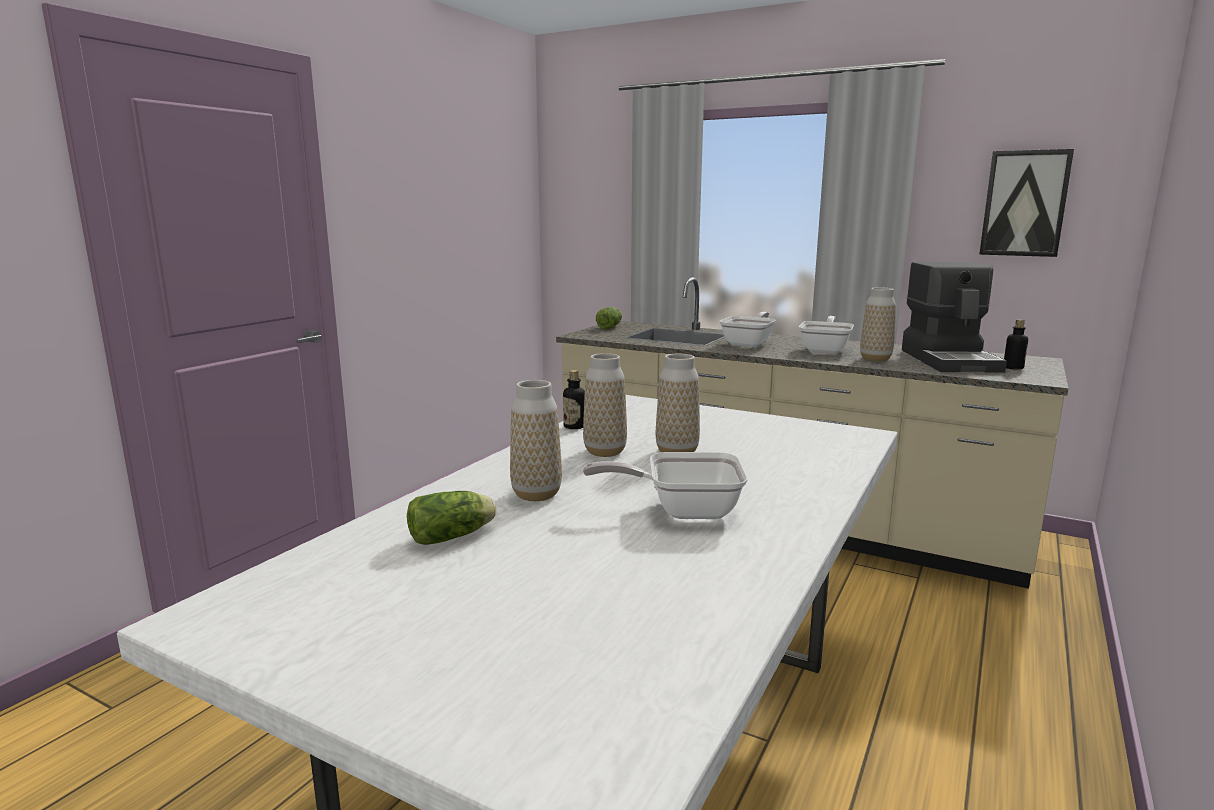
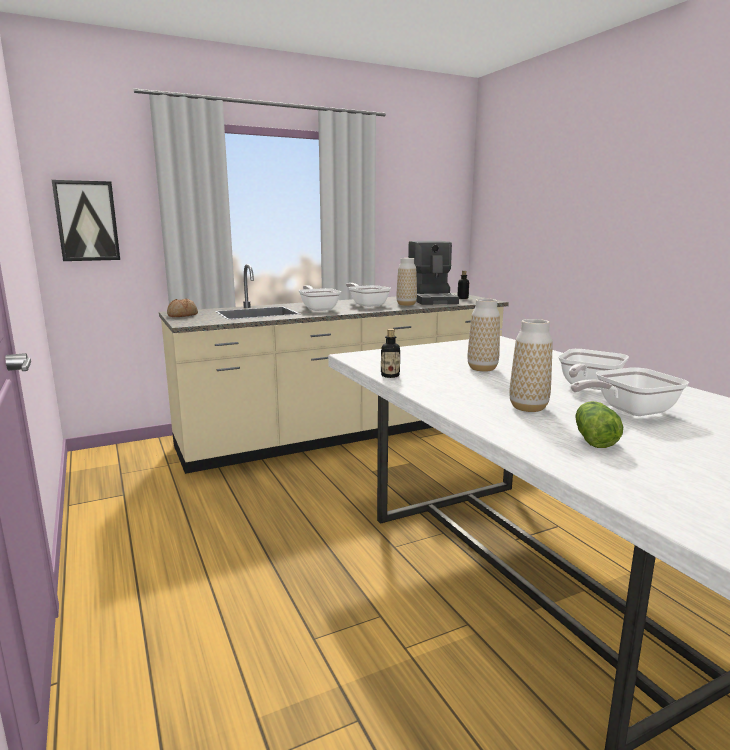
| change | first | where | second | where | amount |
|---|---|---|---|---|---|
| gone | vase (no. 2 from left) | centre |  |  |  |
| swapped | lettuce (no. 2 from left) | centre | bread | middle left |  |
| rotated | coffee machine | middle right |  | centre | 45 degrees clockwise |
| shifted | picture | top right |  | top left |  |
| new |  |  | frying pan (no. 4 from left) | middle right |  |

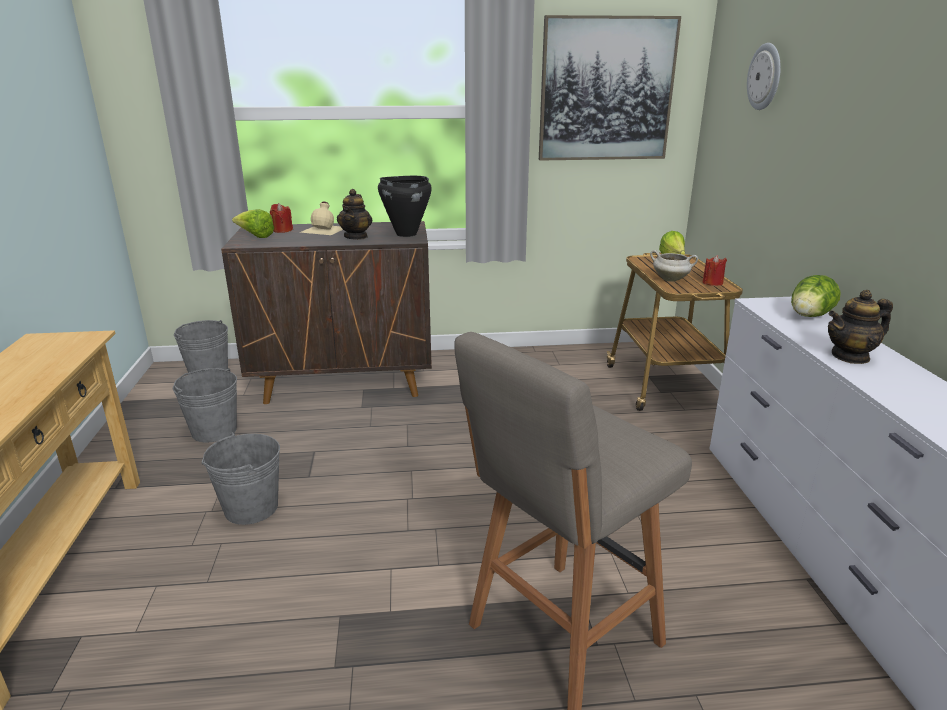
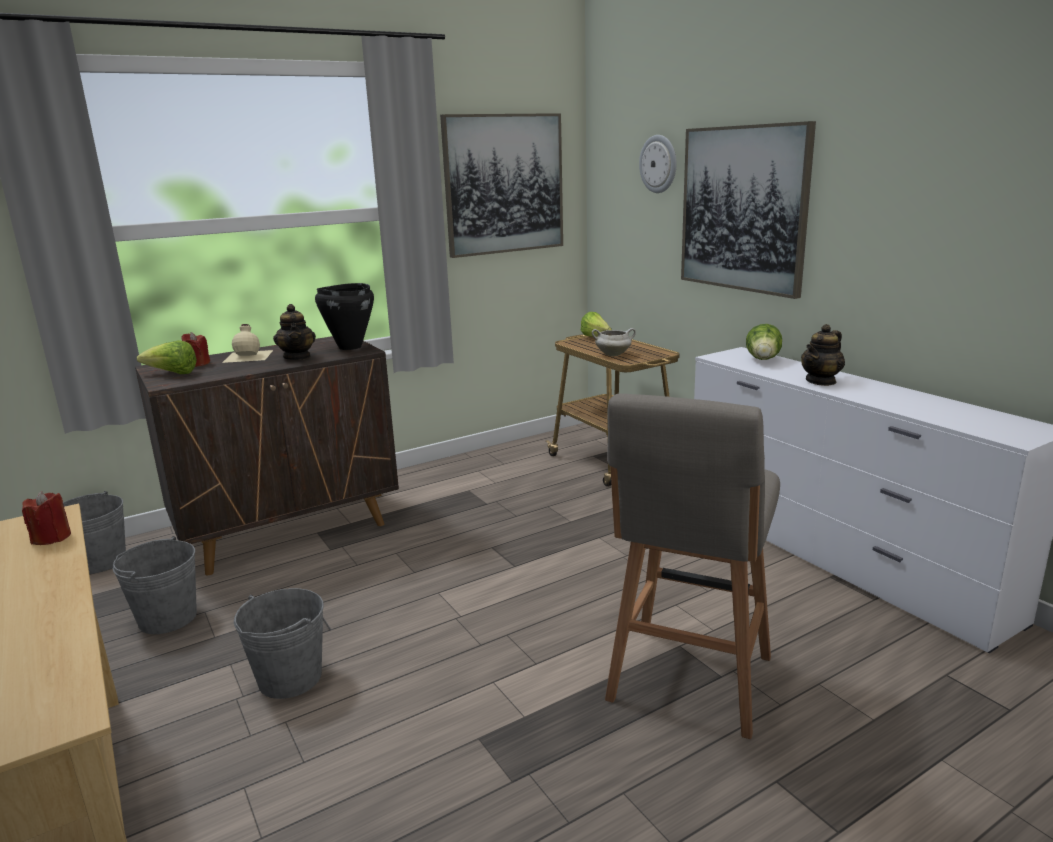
| change | first | where | second | where | amount |
|---|---|---|---|---|---|
| shifted | candle (red) (no. 2 from left in the first image) | middle right | candle (red) (no. 1 from left) | middle left |  |
| new |  |  | picture (no. 2 from left) | top right |  |

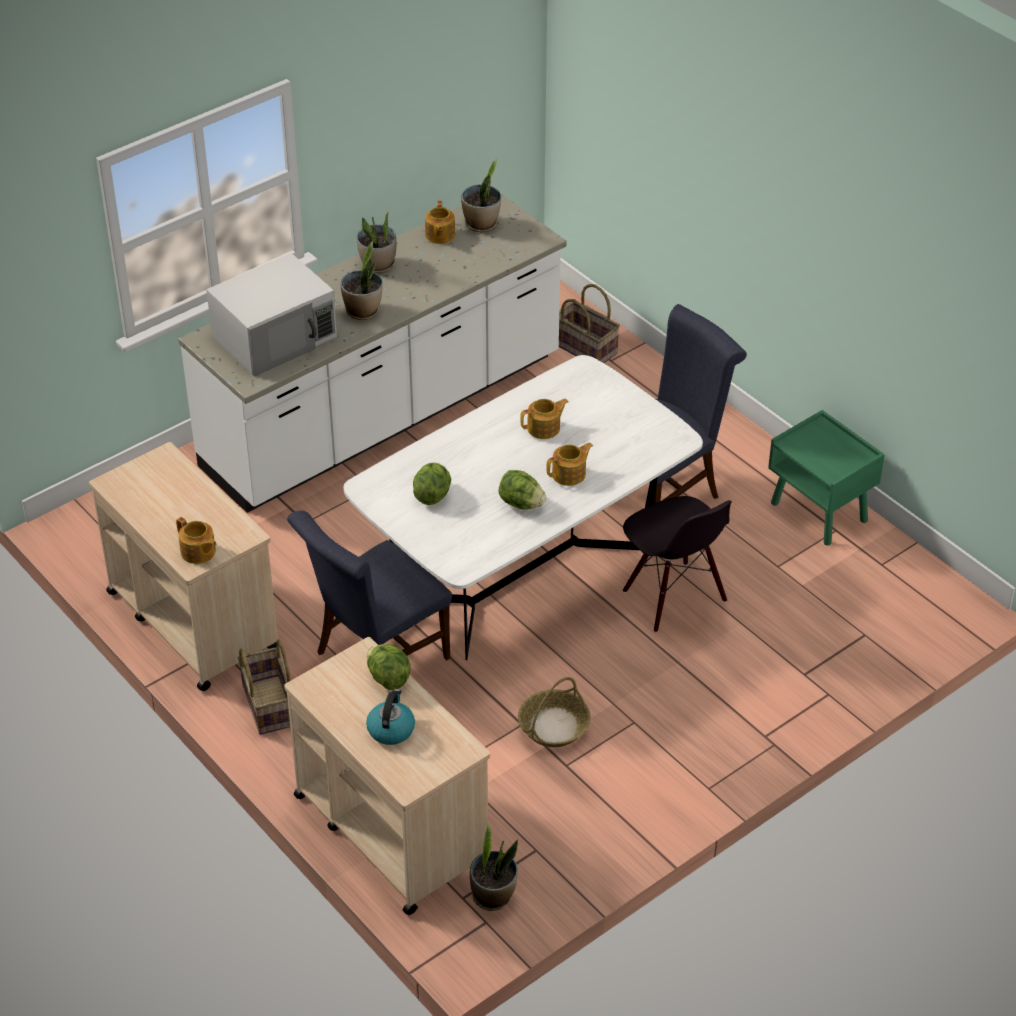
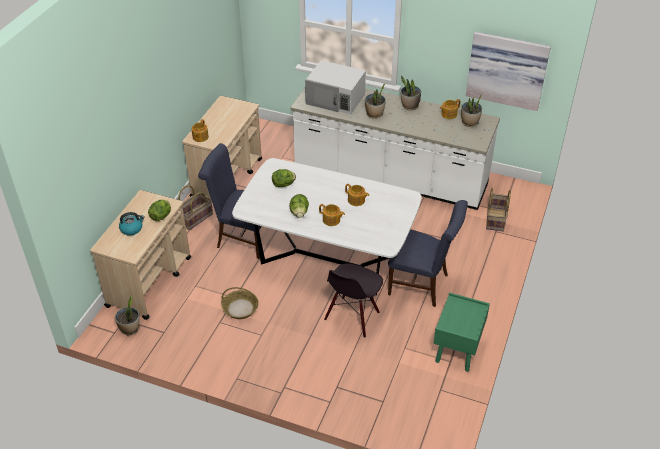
| change | first | where | second | where | amount |
|---|---|---|---|---|---|
| new |  |  | picture | top right |  |

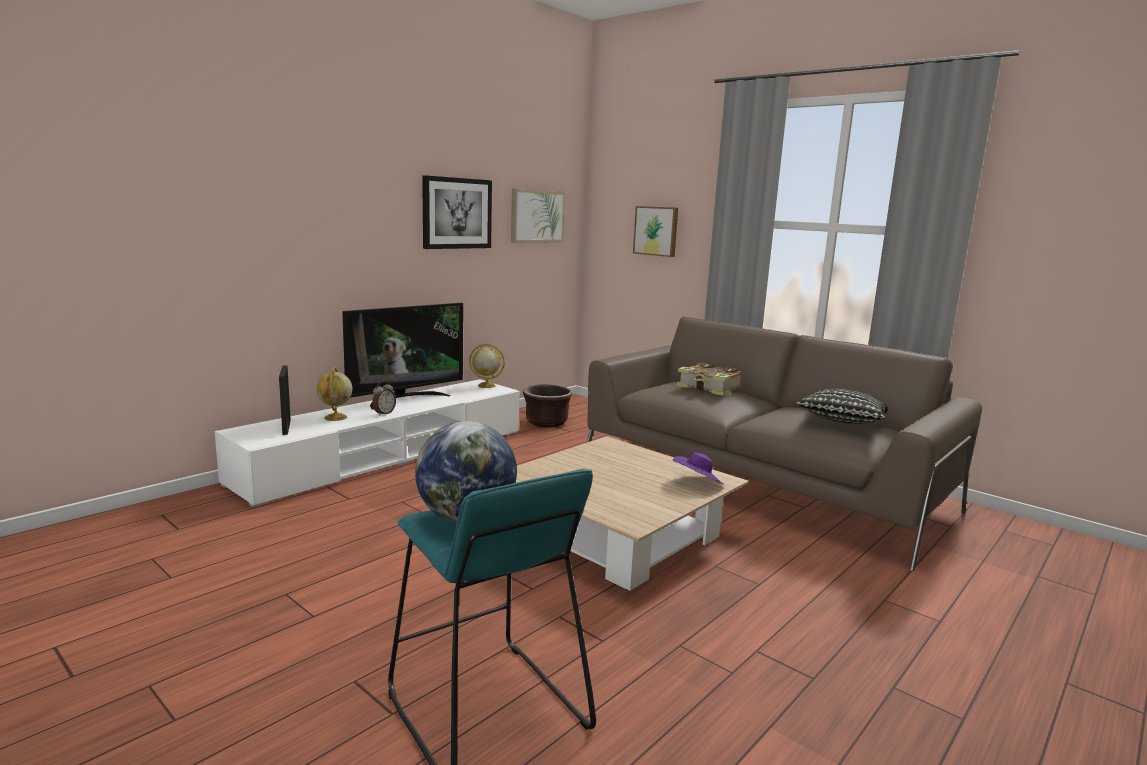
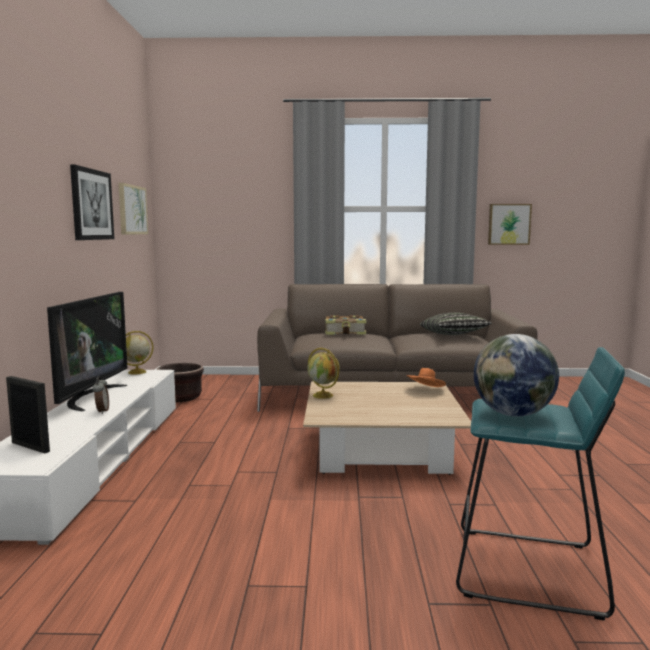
| change | first | where | second | where | amount |
|---|---|---|---|---|---|
| shifted | globe (no. 1 from left in the first image) | middle left | globe (no. 2 from left) | centre |  |
| shifted | picture (no. 3 from left) | top centre |  | middle right |  |
| repainted | hat (purple) | centre | hat (orange) | centre |  |

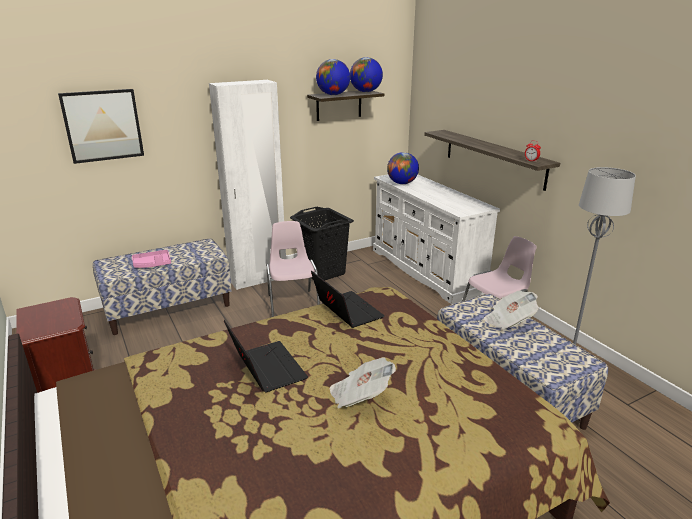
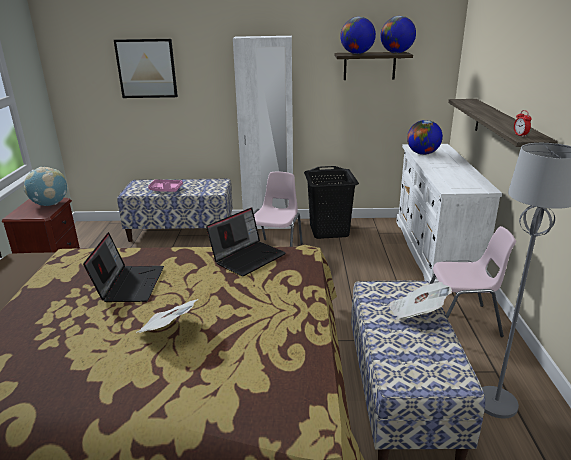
| change | first | where | second | where | amount |
|---|---|---|---|---|---|
| rotated | laptop (no. 2 from left) | centre |  | centre | 45 degrees clockwise |
| new |  |  | globe (no. 1 from left) | middle left |  |

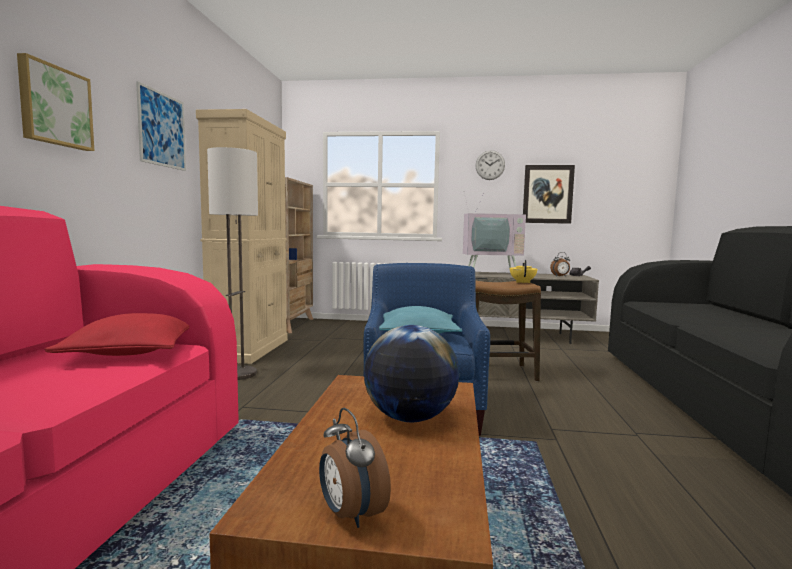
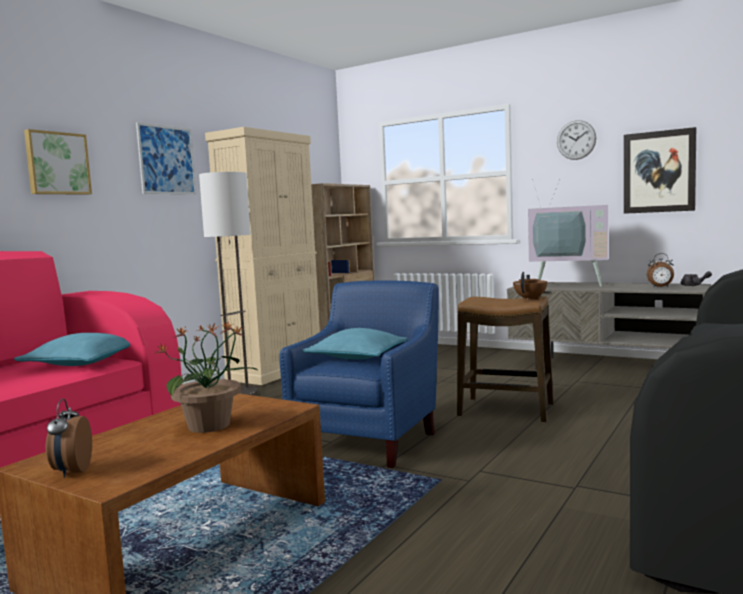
| change | first | where | second | where | amount |
|---|---|---|---|---|---|
| repainted | pillow (red) | middle left | pillow (turquoise) (no. 1 from left) | middle left |  |
| swapped | globe | centre | potted plant | middle left |  |
| repainted | teapot (yellow) | centre | teapot (brown) | middle right |  |

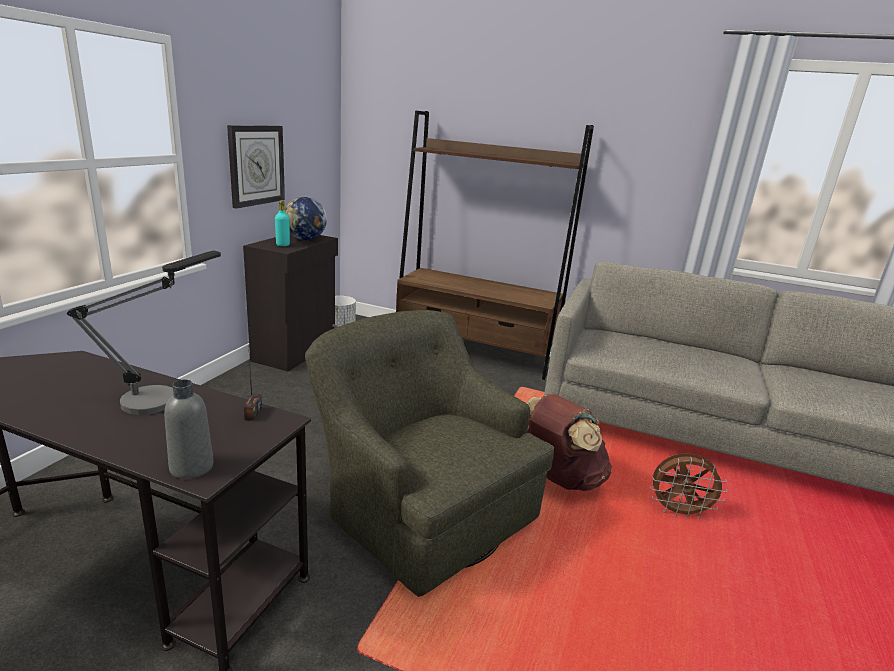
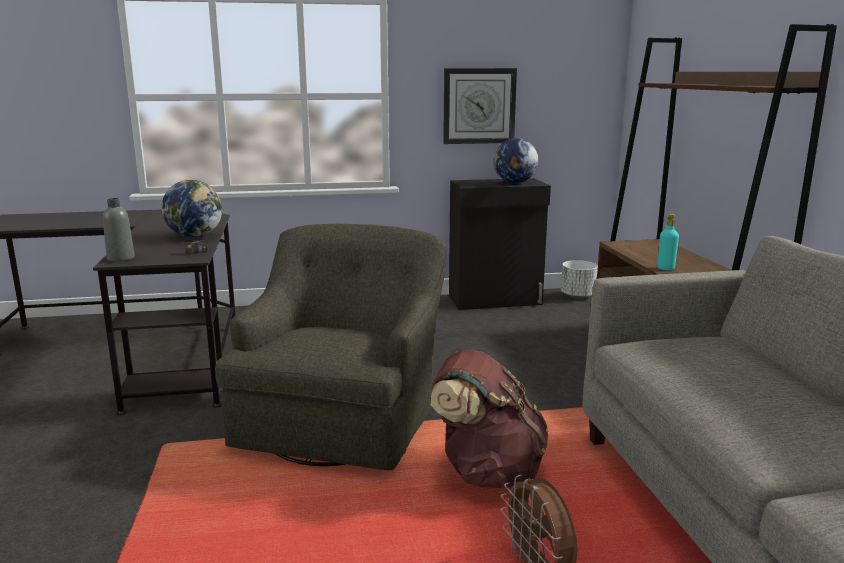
| change | first | where | second | where | amount |
|---|---|---|---|---|---|
| swapped | table lamp | middle left | globe (no. 1 from left) | middle left |  |
| shifted | bottle (turquoise) | top left |  | middle right |  |

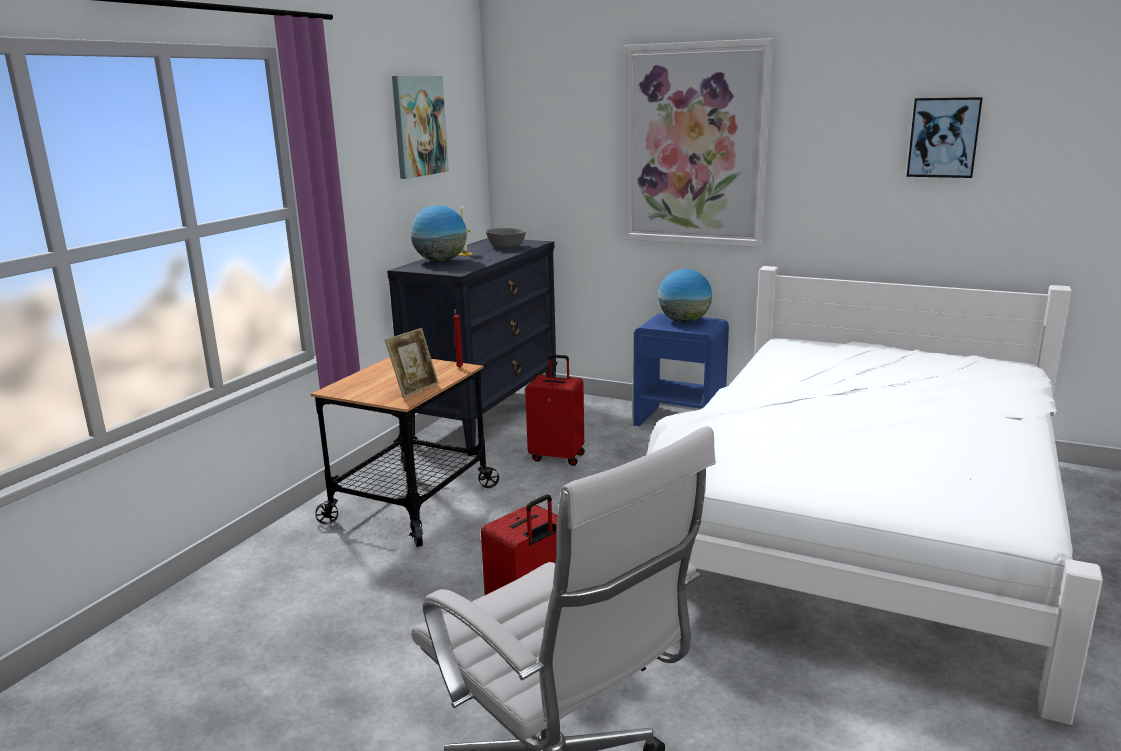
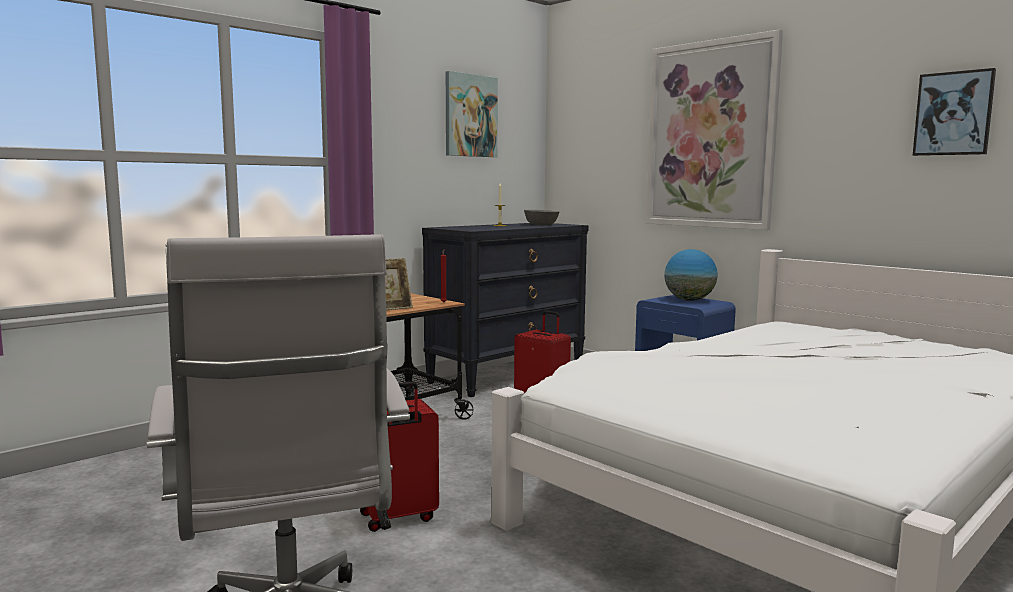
| change | first | where | second | where | amount |
|---|---|---|---|---|---|
| gone | globe (no. 1 from left) | top centre |  |  |  |

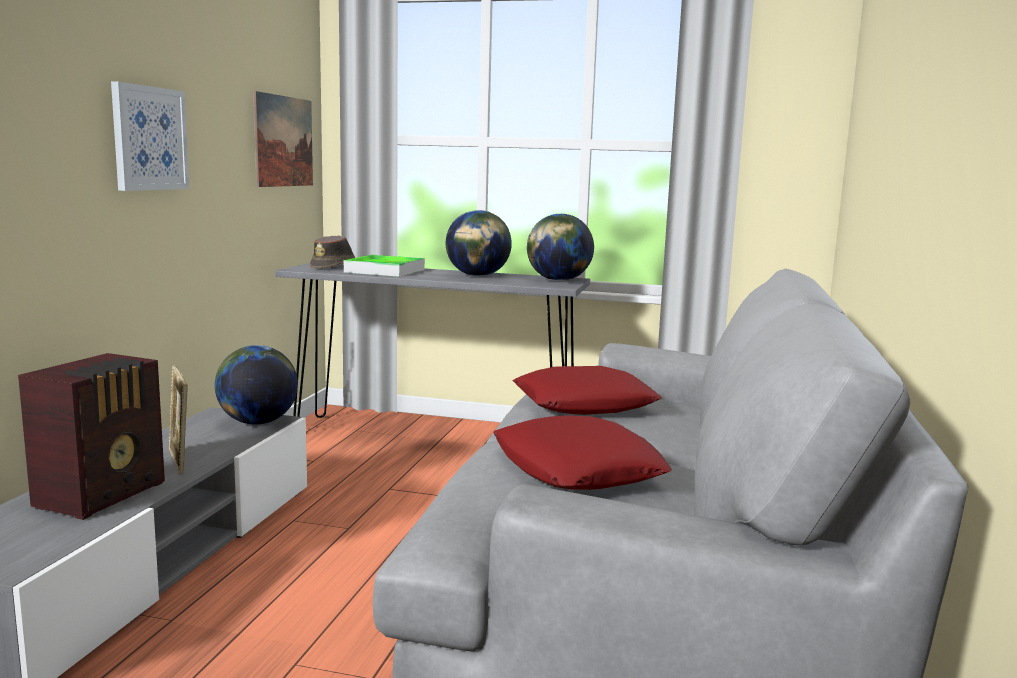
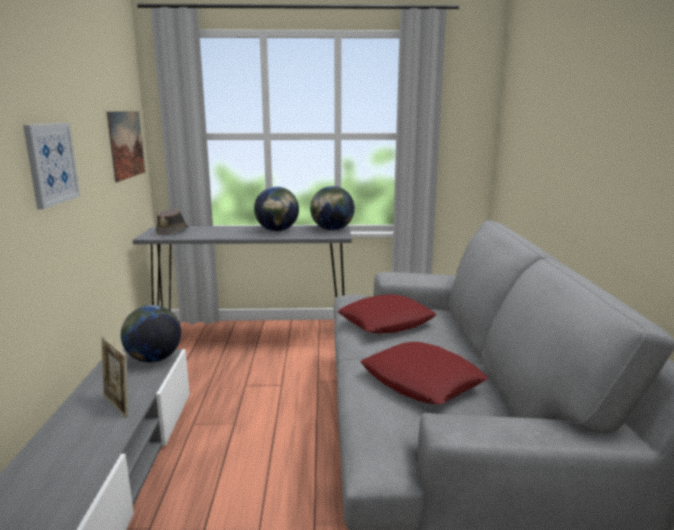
| change | first | where | second | where | amount |
|---|---|---|---|---|---|
| gone | radio | middle left |  |  |  |
| gone | tray | centre |  |  |  |

